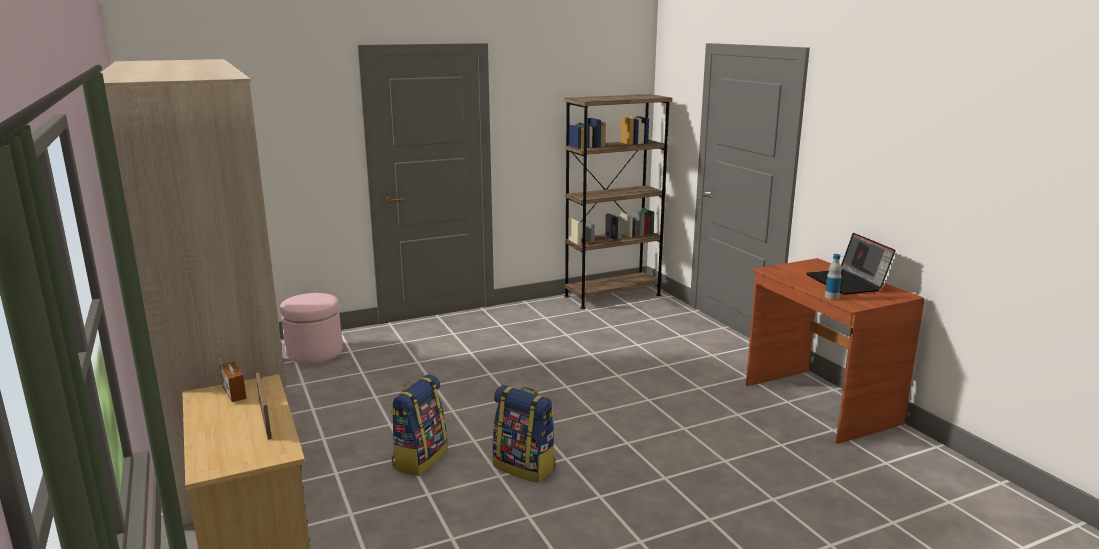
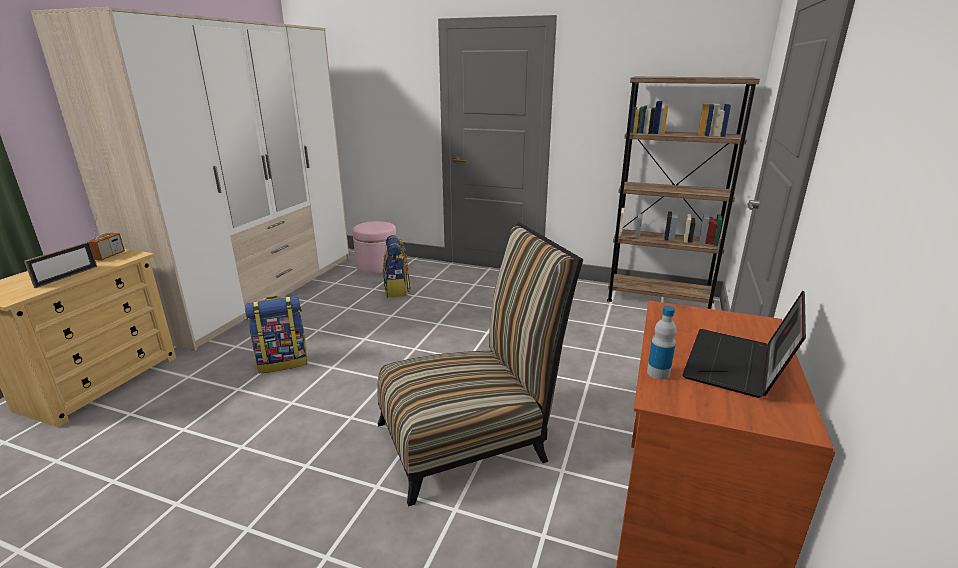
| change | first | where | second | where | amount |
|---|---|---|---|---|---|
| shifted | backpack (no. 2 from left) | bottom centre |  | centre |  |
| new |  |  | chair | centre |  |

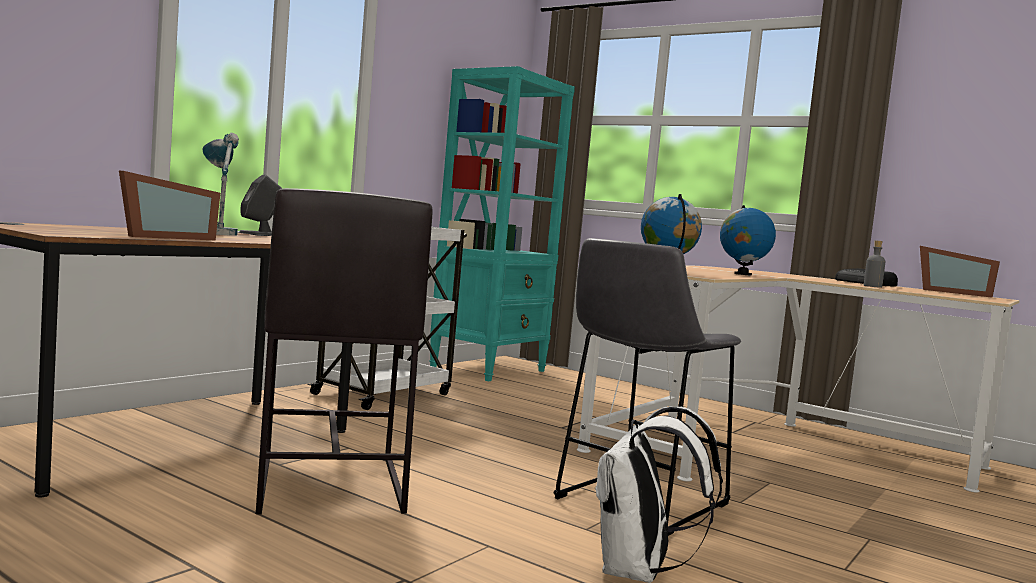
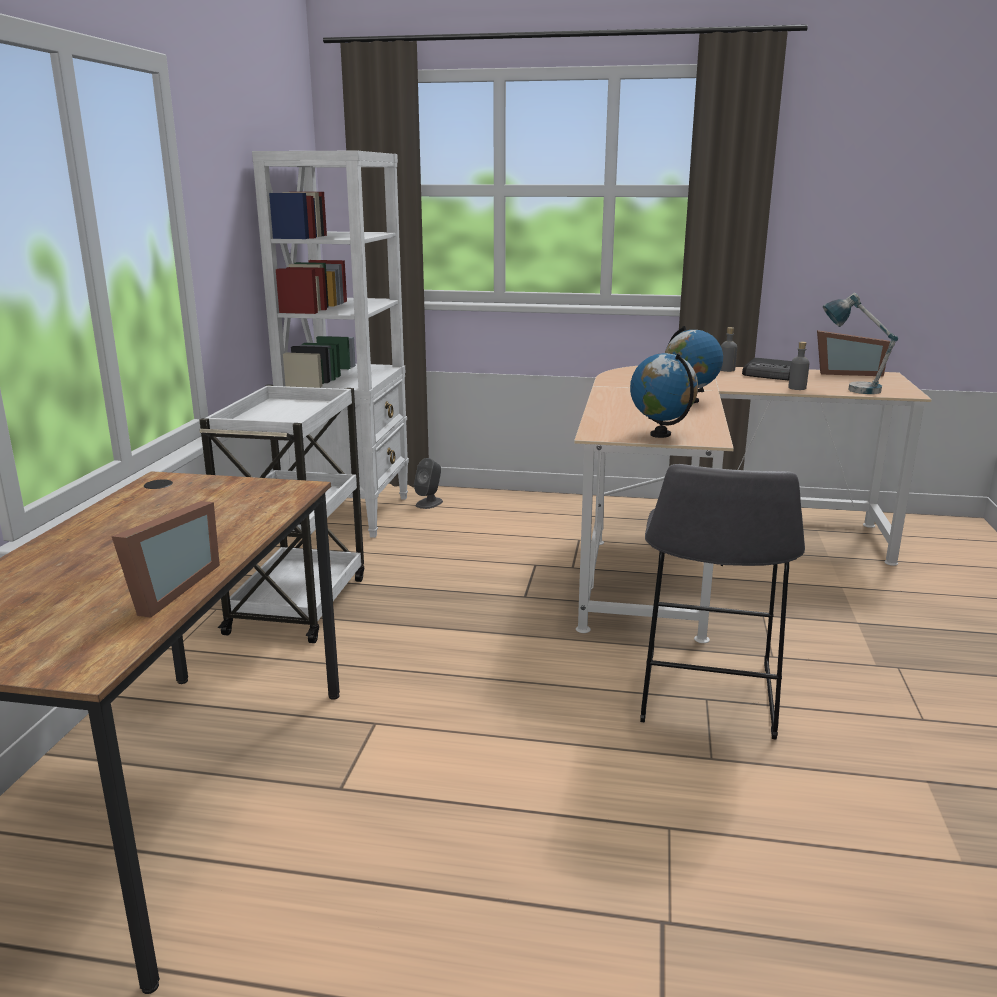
| change | first | where | second | where | amount |
|---|---|---|---|---|---|
| shifted | table lamp | top left |  | middle right |  |
| shifted | speaker (grey) | middle left |  | centre |  |
| gone | stool (grey) (no. 1 from left) | middle left |  |  |  |
| repainted | bookcase (turquoise) | centre | bookcase (white) | middle left |  |
| gone | backpack (white) | bottom centre |  |  |  |
| new |  |  | bottle (grey) (no. 1 from left) | middle right |  |

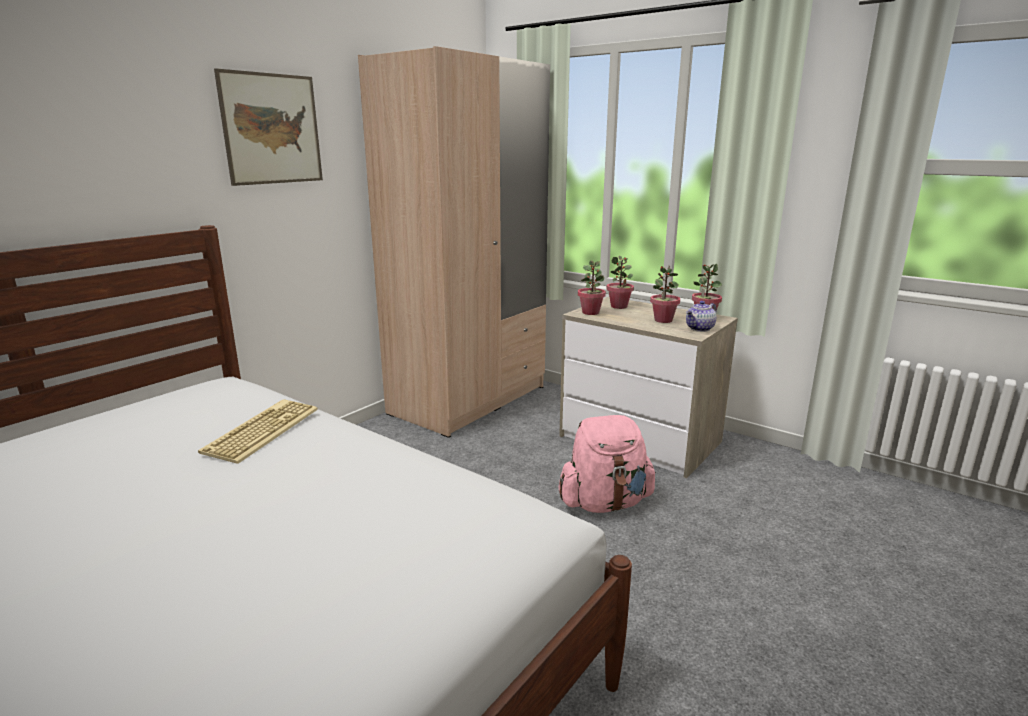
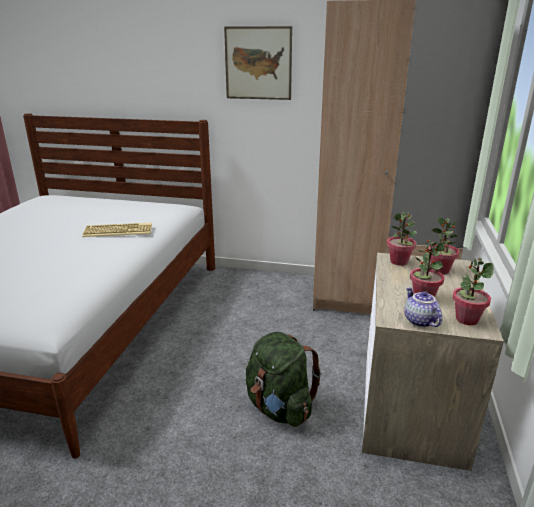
| change | first | where | second | where | amount |
|---|---|---|---|---|---|
| repainted | backpack (pink) | centre | backpack (green) | bottom centre |  |
| rotated | teapot | middle right |  | middle right | 45 degrees clockwise |

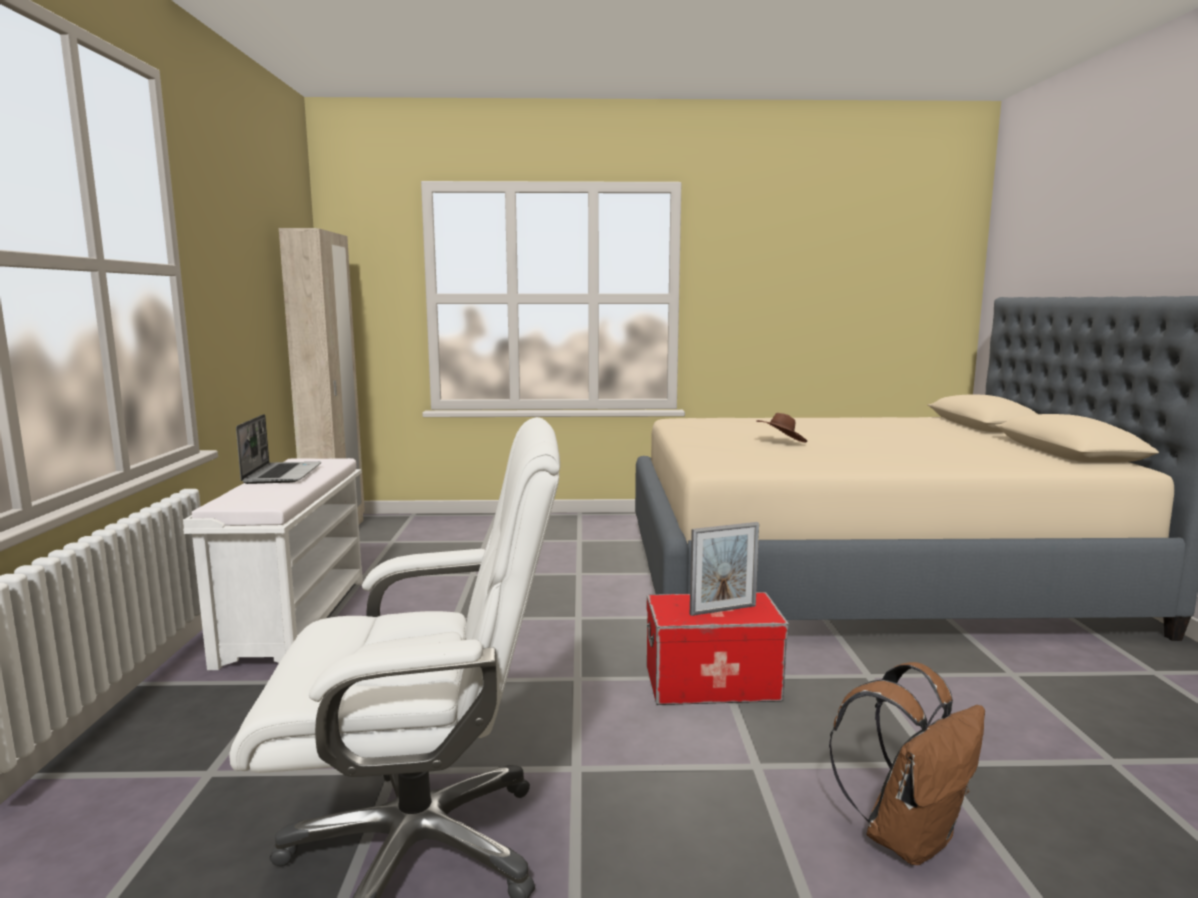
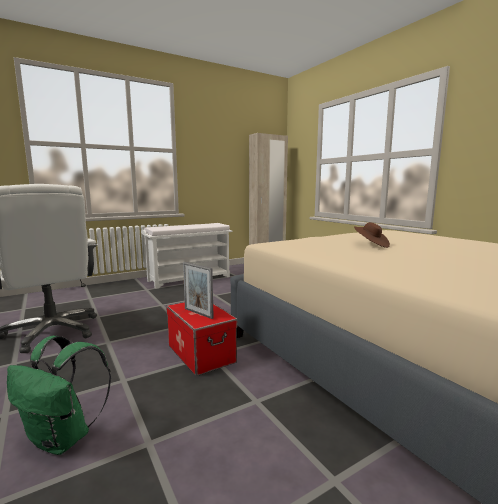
| change | first | where | second | where | amount |
|---|---|---|---|---|---|
| gone | laptop | middle left |  |  |  |
| repainted | backpack (brown) | bottom right | backpack (green) | bottom left |  |

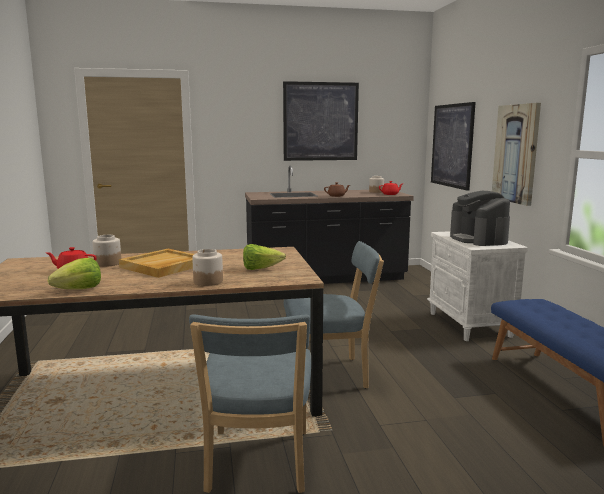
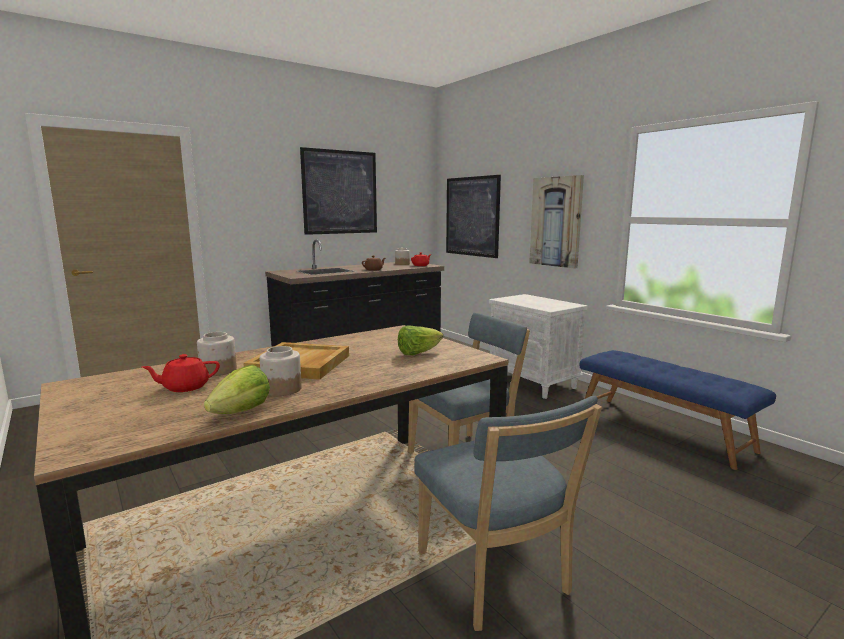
| change | first | where | second | where | amount |
|---|---|---|---|---|---|
| shifted | jar (no. 2 from left) | centre |  | middle left |  |
| gone | coffee machine | middle right |  |  |  |

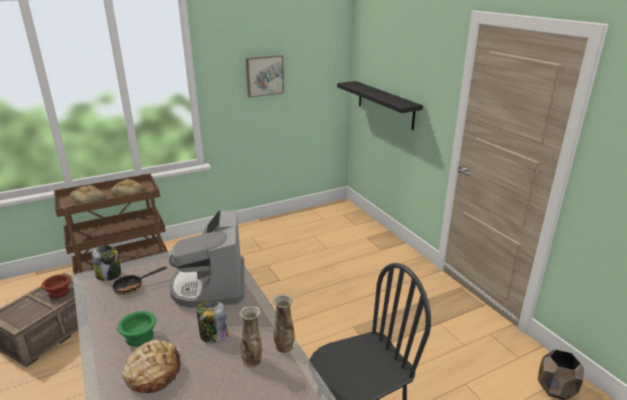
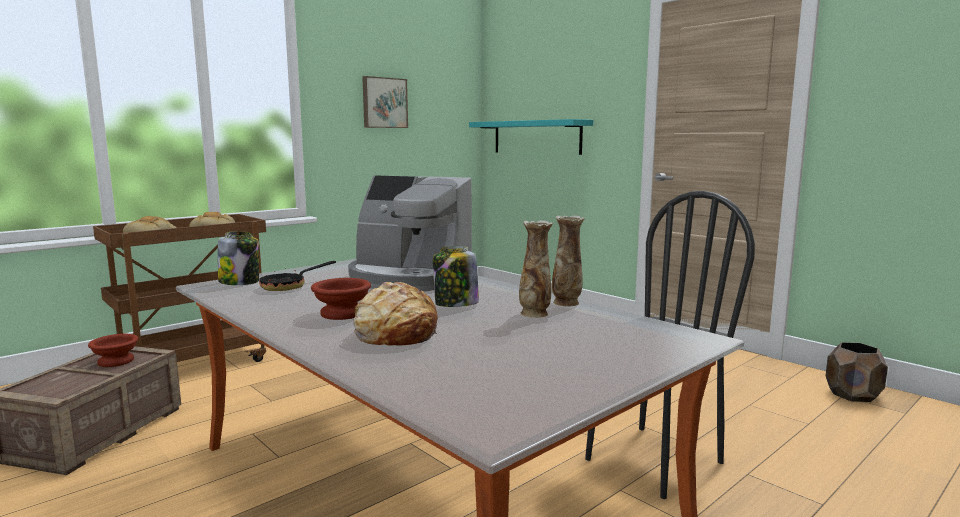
| change | first | where | second | where | amount |
|---|---|---|---|---|---|
| repainted | bowl (green) | bottom left | bowl (brown) (no. 2 from left) | centre |  |
| rotated | coffee machine | middle left |  | centre | 45 degrees counterclockwise |
| repainted | shelf (black) | top centre | shelf (turquoise) | top centre |  |

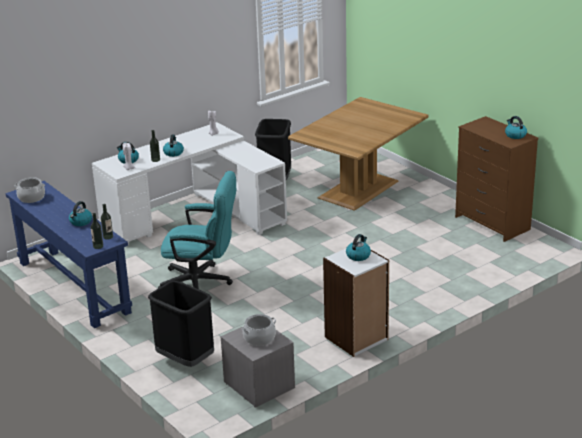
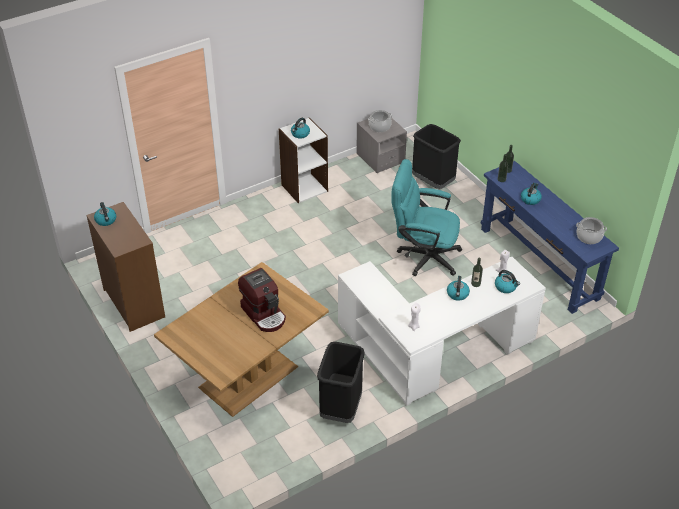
| change | first | where | second | where | amount |
|---|---|---|---|---|---|
| new |  |  | coffee machine | centre |  |

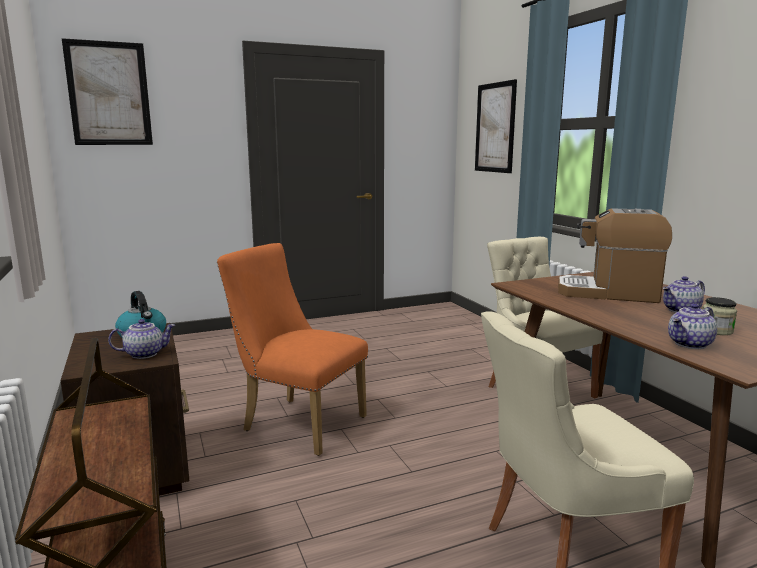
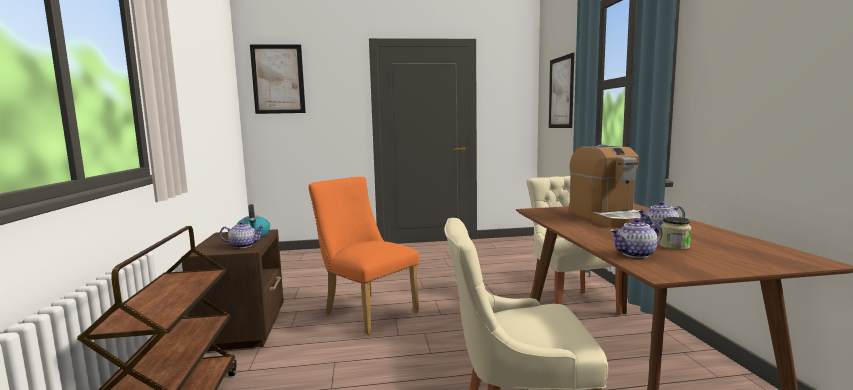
| change | first | where | second | where | amount |
|---|---|---|---|---|---|
| rotated | coffee machine | middle right |  | middle right | 135 degrees counterclockwise |

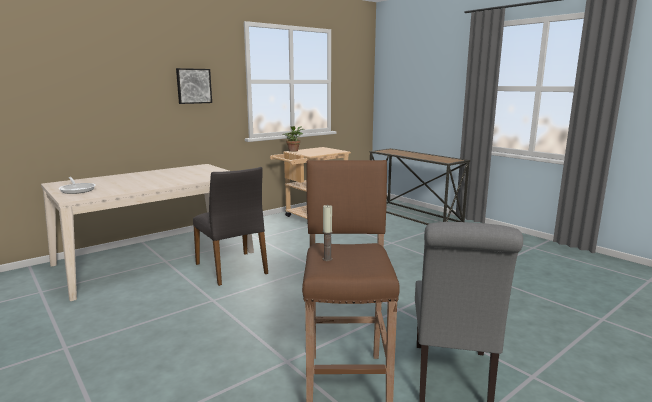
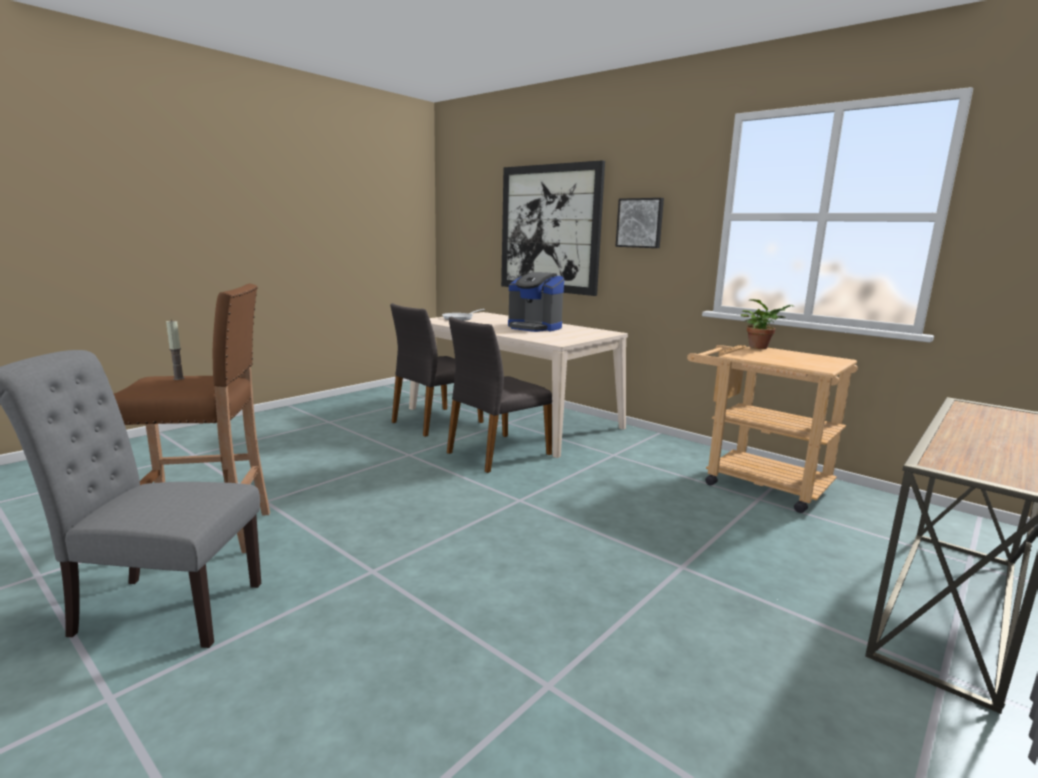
| change | first | where | second | where | amount |
|---|---|---|---|---|---|
| new |  |  | chair (grey) (no. 2 from left) | centre |  |
| new |  |  | picture (no. 1 from left) | top centre |  |
| new |  |  | coffee machine | centre |  |

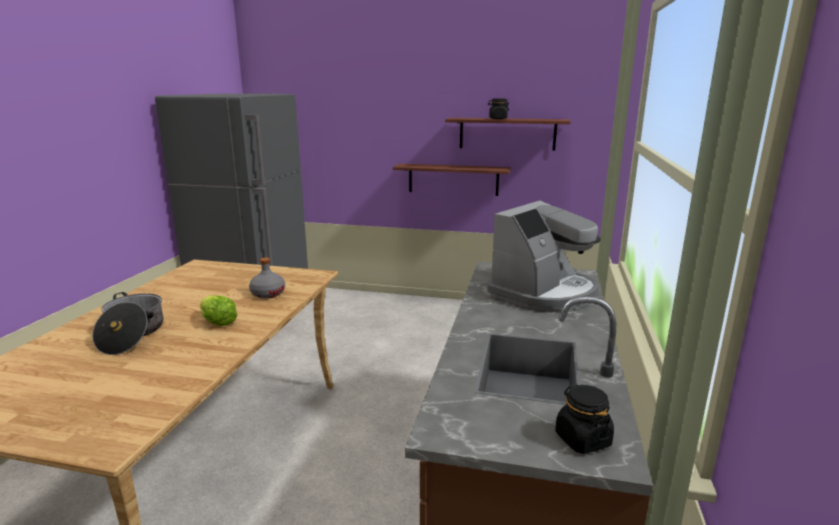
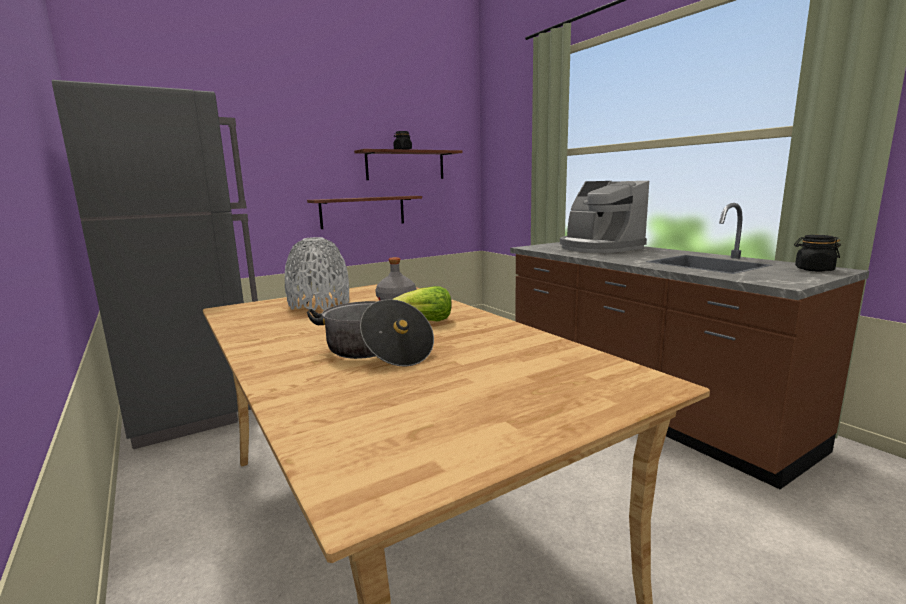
| change | first | where | second | where | amount |
|---|---|---|---|---|---|
| rotated | coffee machine | centre |  | middle right | 150 degrees clockwise |
| new |  |  | vase (grey) | centre |  |

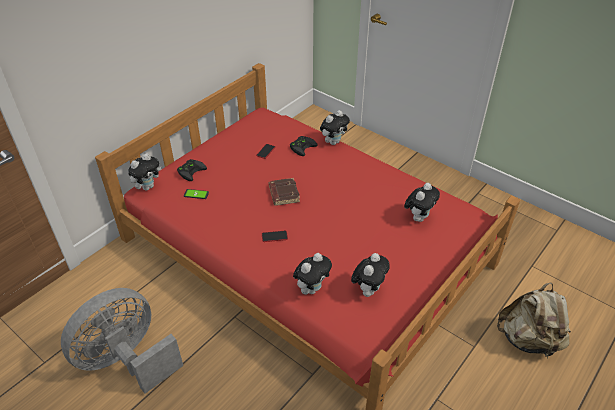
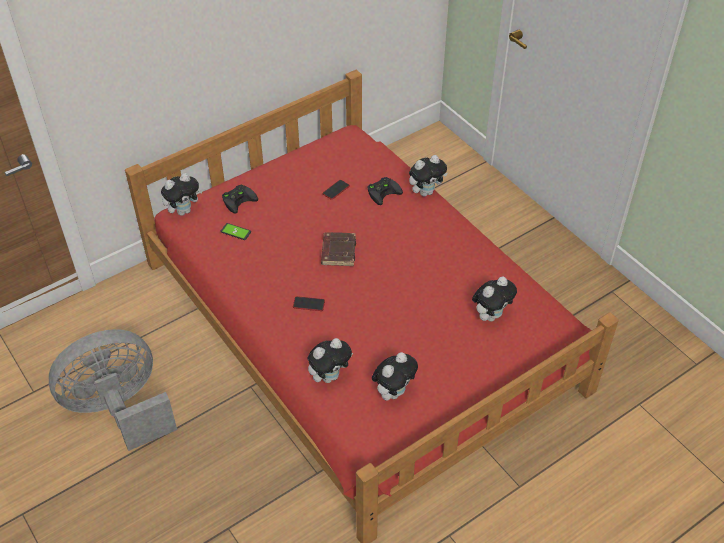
| change | first | where | second | where | amount |
|---|---|---|---|---|---|
| gone | backpack (beige) | bottom right |  |  |  |

